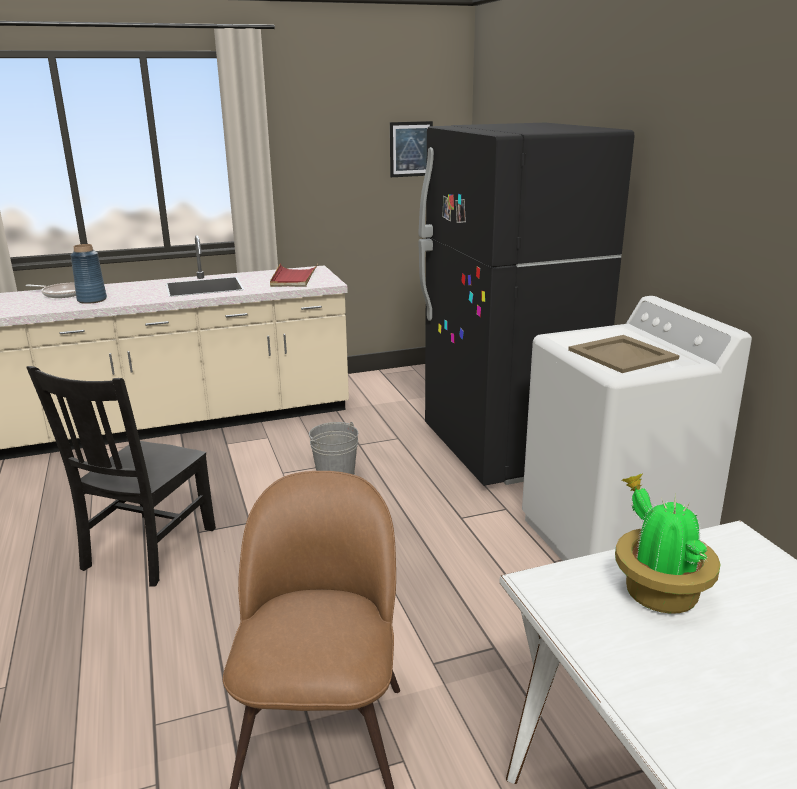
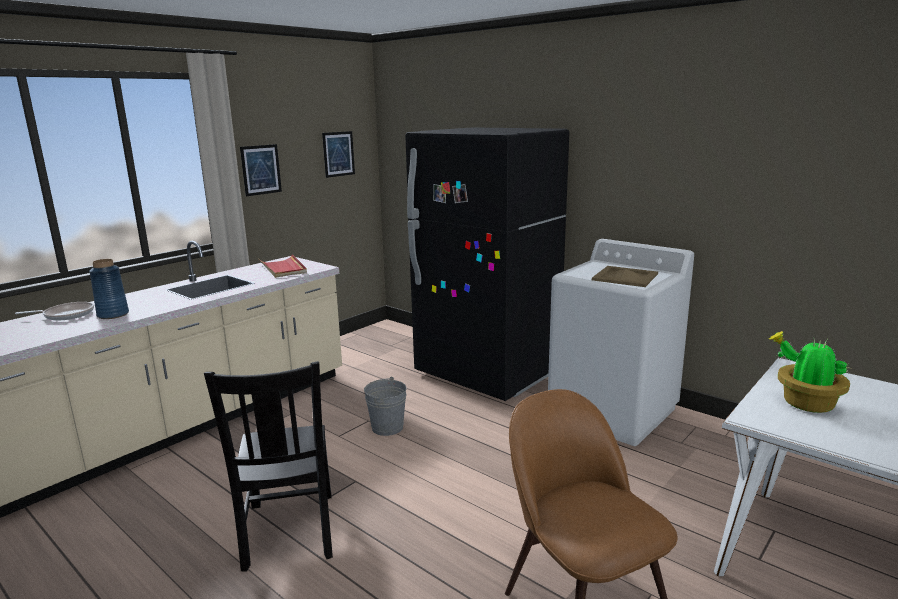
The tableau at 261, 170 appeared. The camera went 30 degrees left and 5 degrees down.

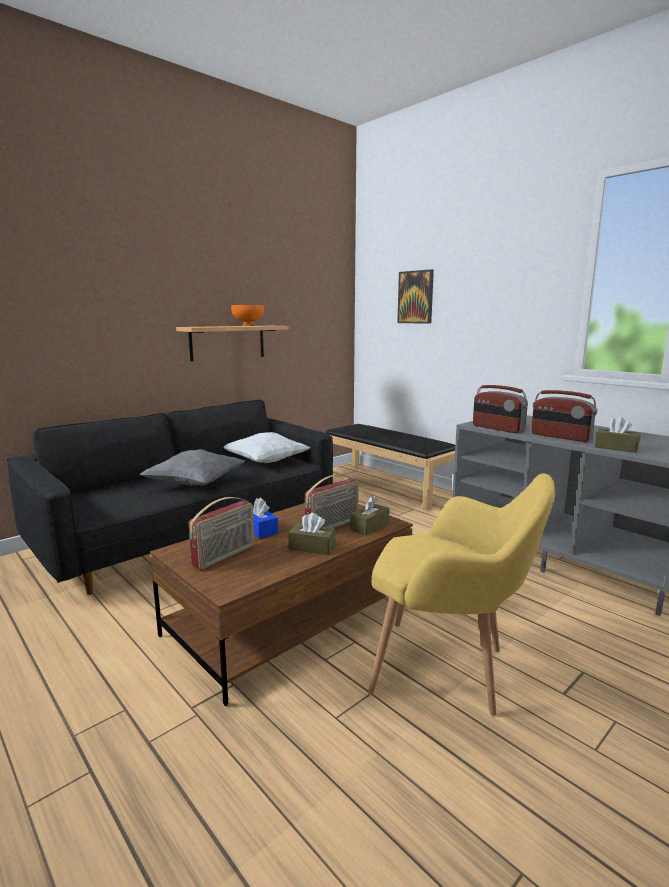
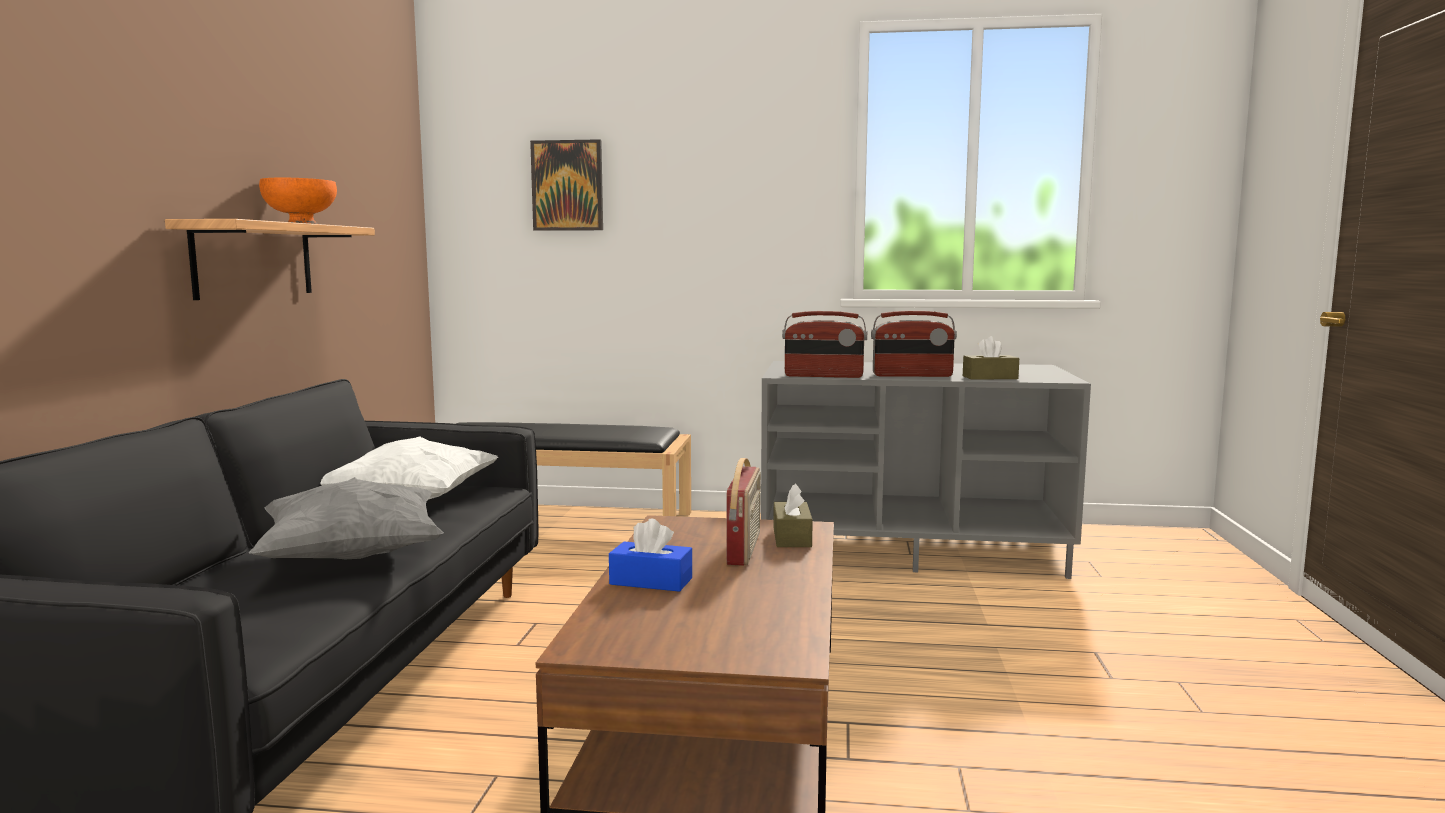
The radio at 221, 533 disappeared. The boîte à mouchoirs [marron] at 312, 534 disappeared. The fauteuil [jaune] at 462, 595 disappeared. The camera went 40 degrees left and 5 degrees down.

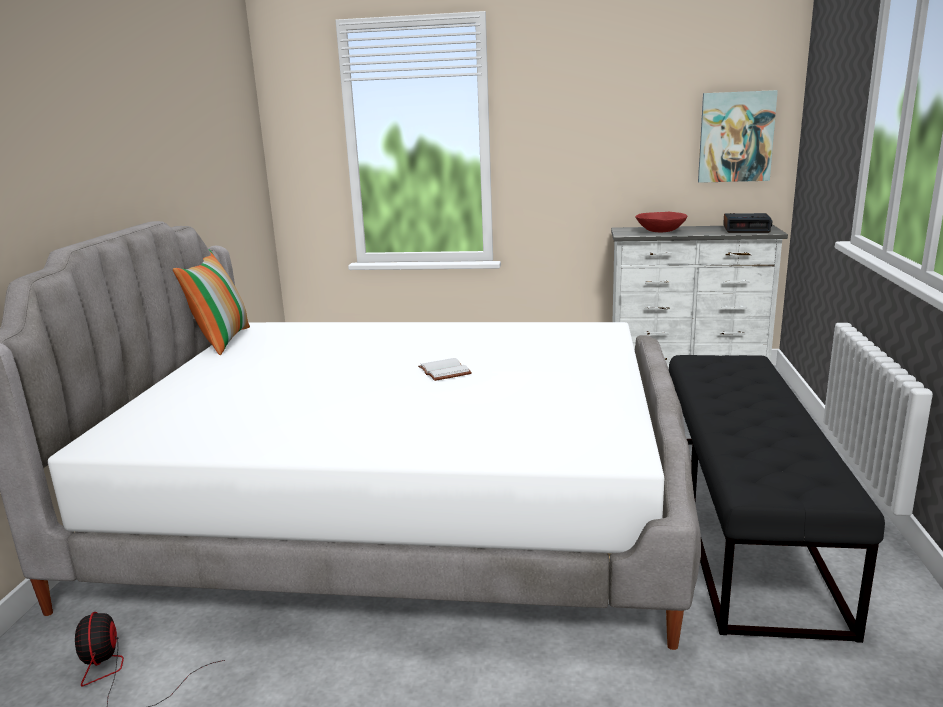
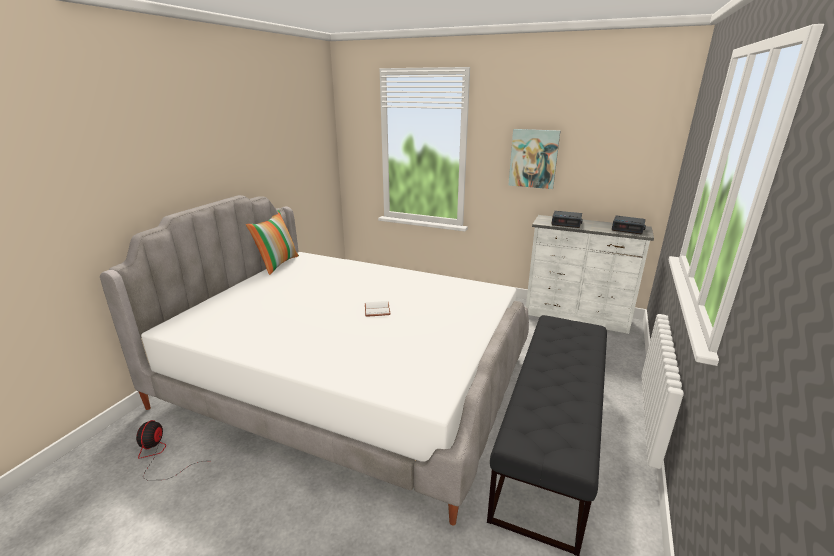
The tableau moved from 738, 136 to 534, 159. The bol [rouge] at 661, 222 was replaced by the réveil at 567, 219. The camera went 15 degrees right and 5 degrees up.

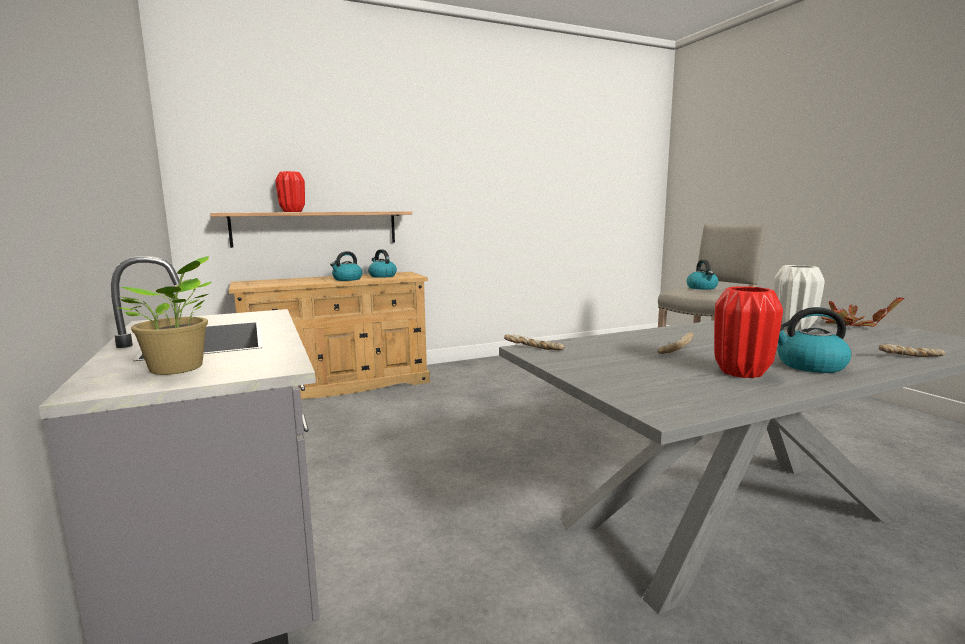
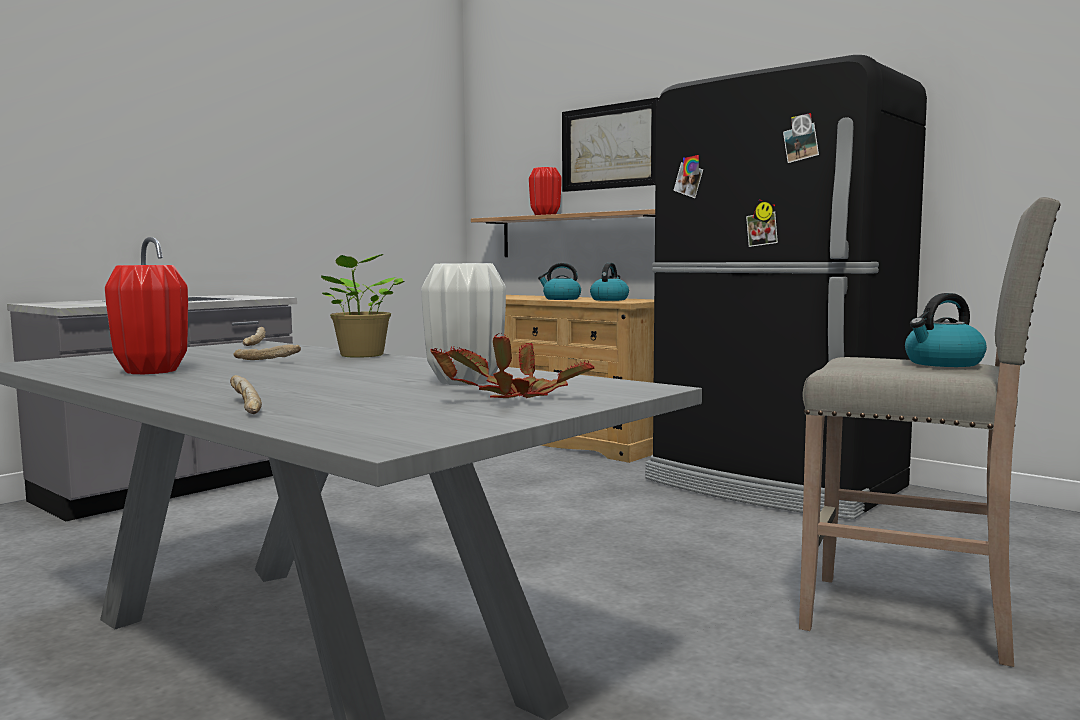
The plante en pot moved from 164, 315 to 363, 306. The tableau at 610, 145 appeared. The réfrigérateur [noir] at 786, 287 appeared. The bouilloire at 814, 340 disappeared. The camera went 65 degrees right and 5 degrees down.

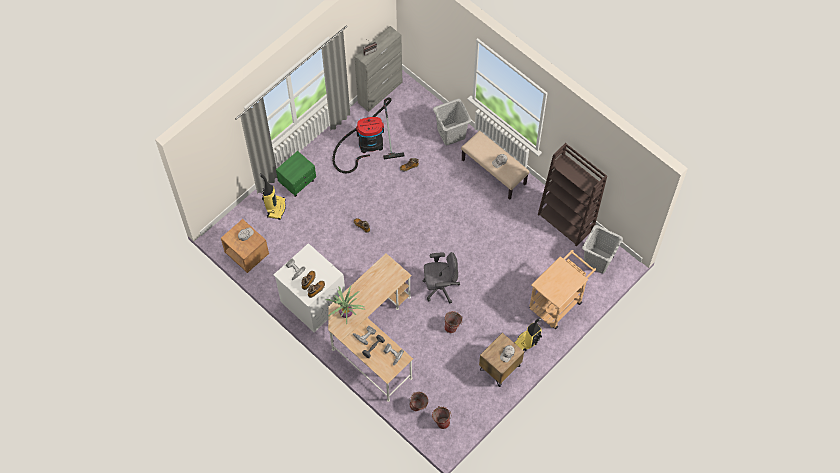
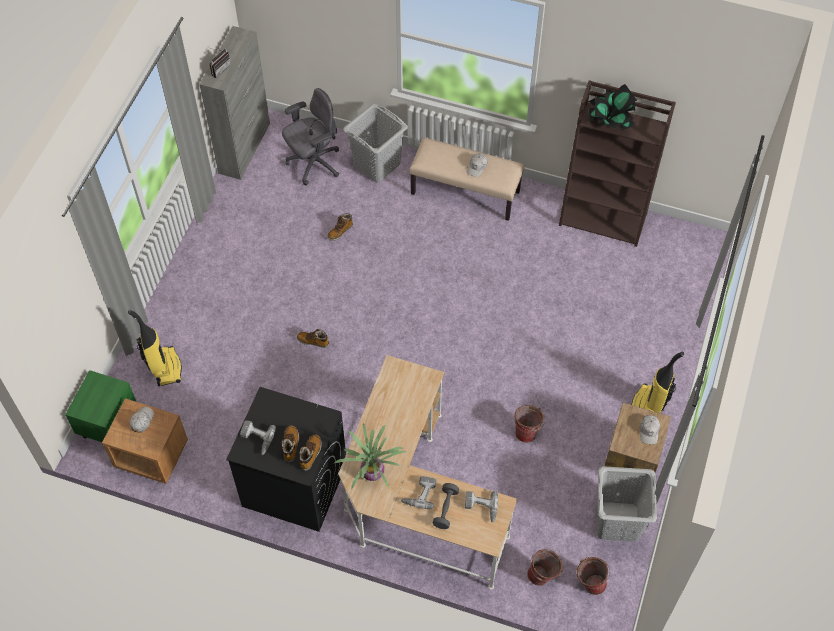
The table de chevet [vert] moved from 296, 174 to 100, 406. The lave-linge [blanc] at 309, 287 became the lave-linge [noir] at 286, 459. The chaise de bureau [gris] moved from 441, 277 to 310, 137. The plante en pot at 612, 107 appeared. The panier à linge [gris] moved from 602, 249 to 627, 504. The aspirateur at 368, 135 disappeared. The chariot [beige] at 562, 289 disappeared. The camera went 25 degrees left and 5 degrees down.

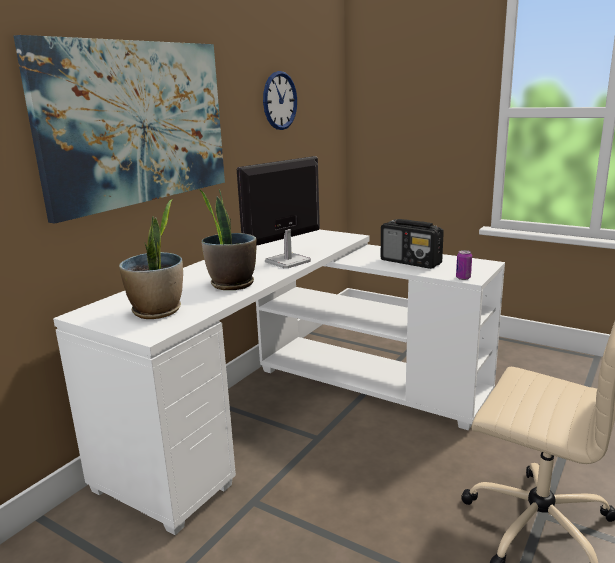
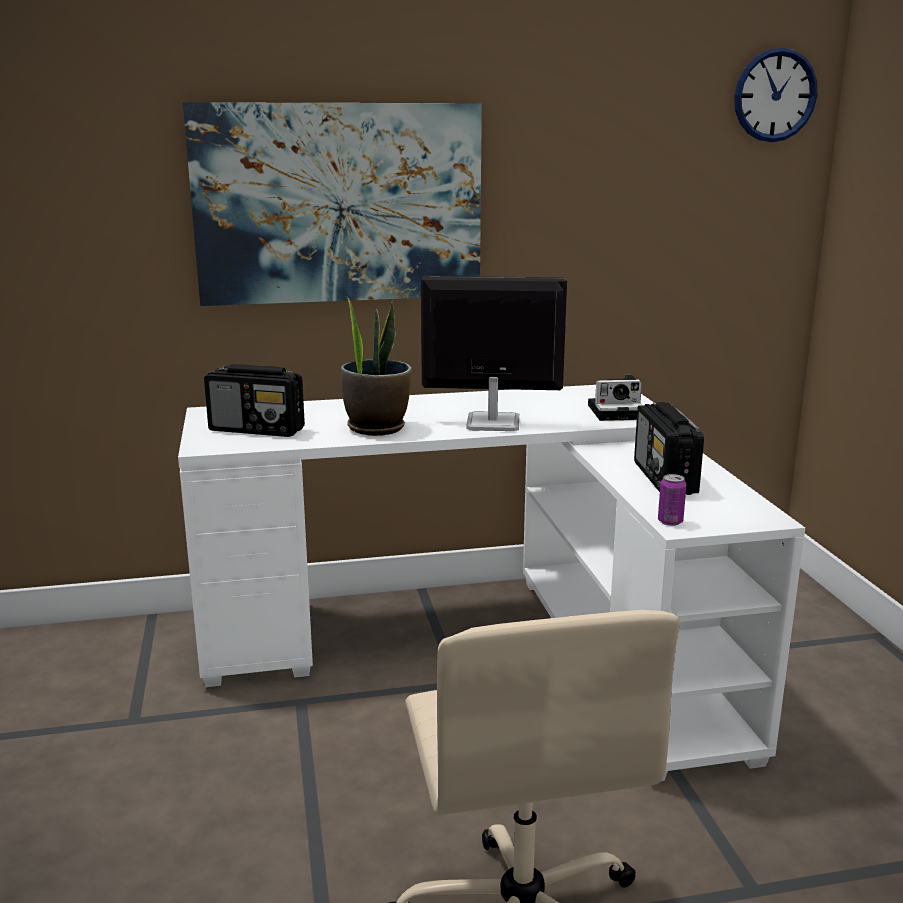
The plante en pot at 151, 259 was replaced by the radio at 254, 400. The appareil photo at 615, 398 appeared. The horloge murale moved from 280, 100 to 775, 95. The camera went 45 degrees right and 0 degrees up.

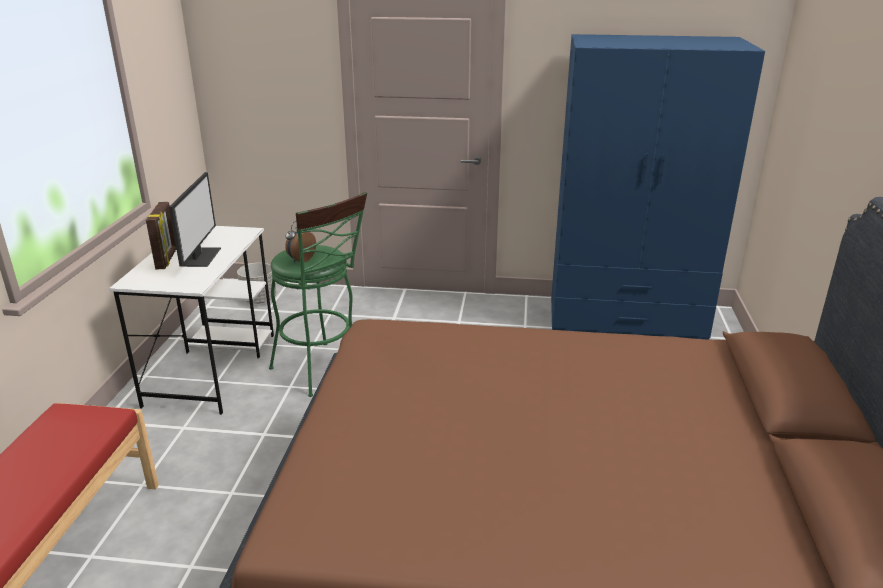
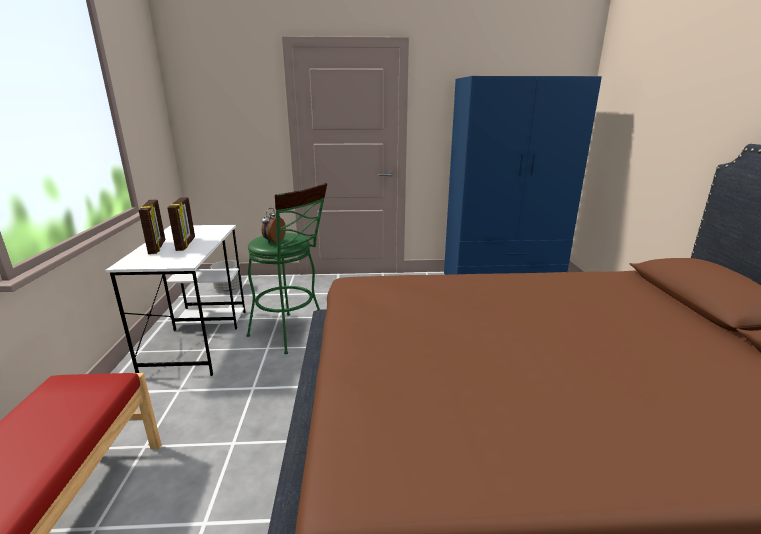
The écran d'ordinateur at 195, 219 was replaced by the cadre photo at 181, 224. The camera went 10 degrees left and 5 degrees down.

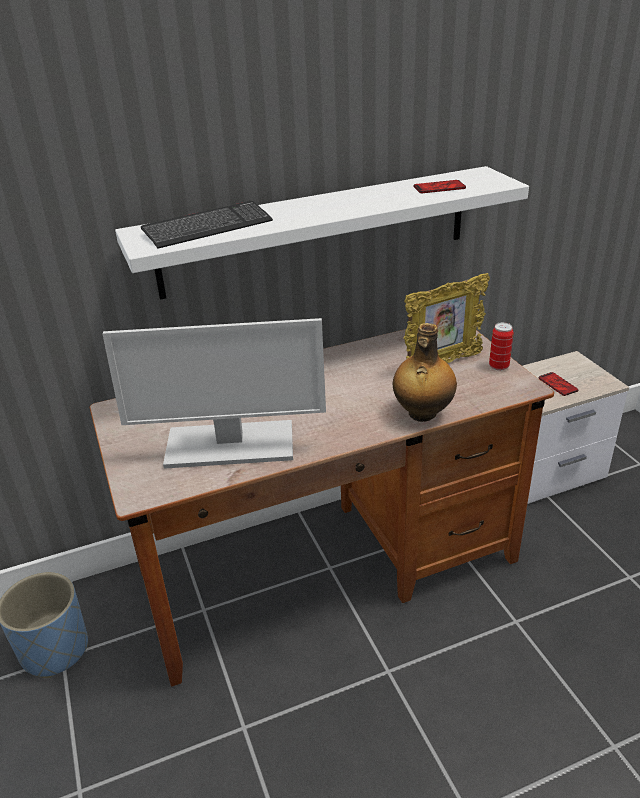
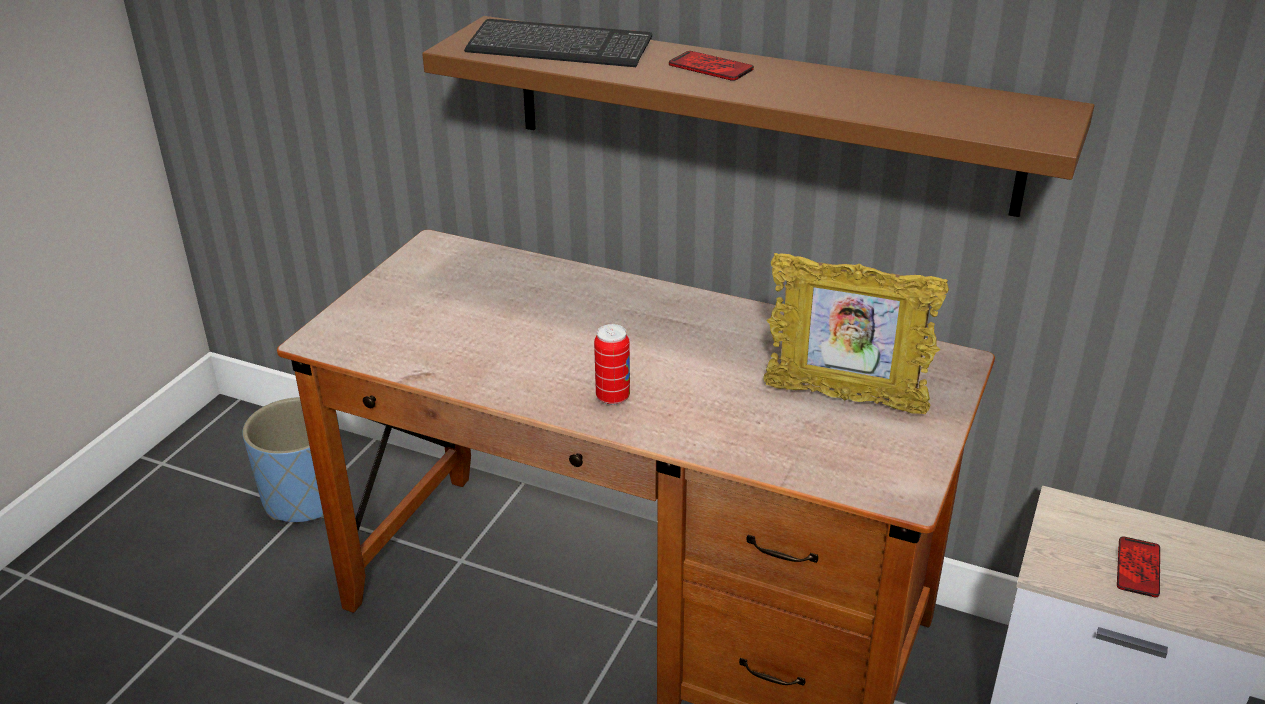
The étagère [blanc] at 322, 233 became the étagère [marron] at 758, 116. The boîte métallique moved from 501, 346 to 612, 364. The téléphone moved from 440, 186 to 711, 66. The écran d'ordinateur at 214, 393 disappeared. The bouteille at 425, 372 disappeared. The camera went 45 degrees right and 0 degrees up.

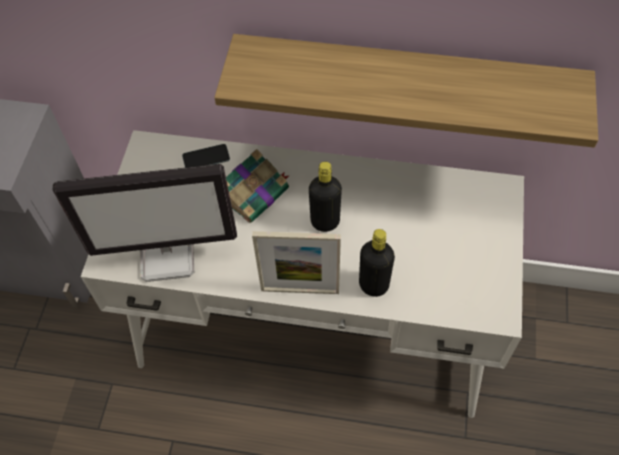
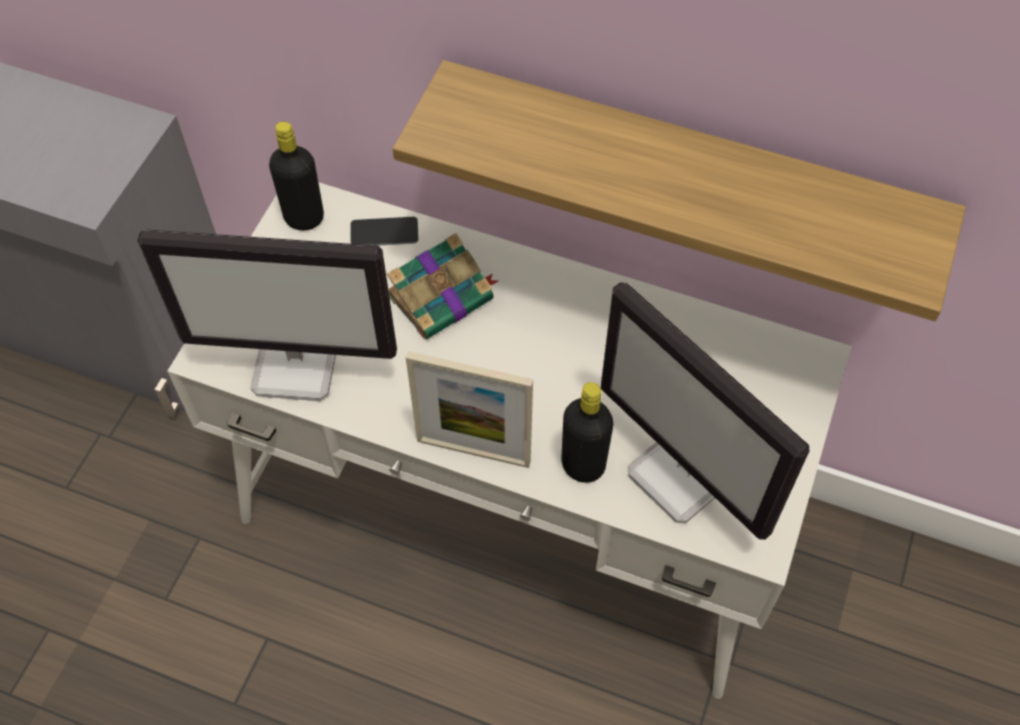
The bouteille [noir] moved from 325, 197 to 296, 176. The écran d'ordinateur at 705, 411 appeared. The camera went 10 degrees right and 0 degrees up.

